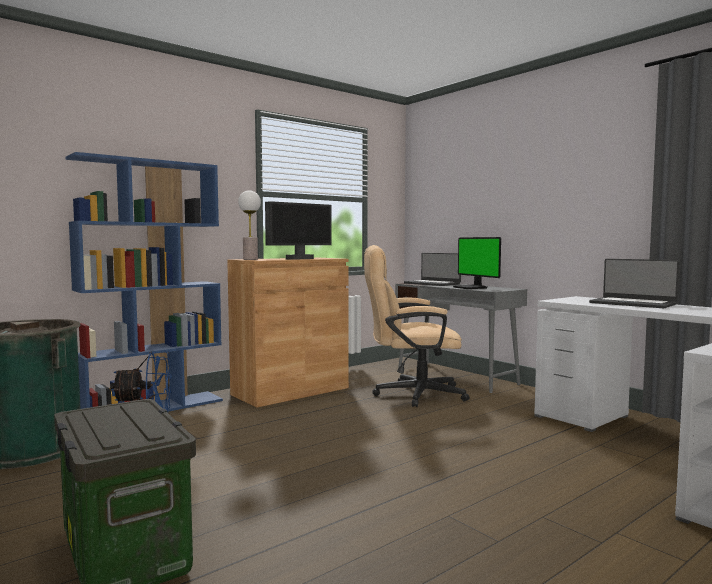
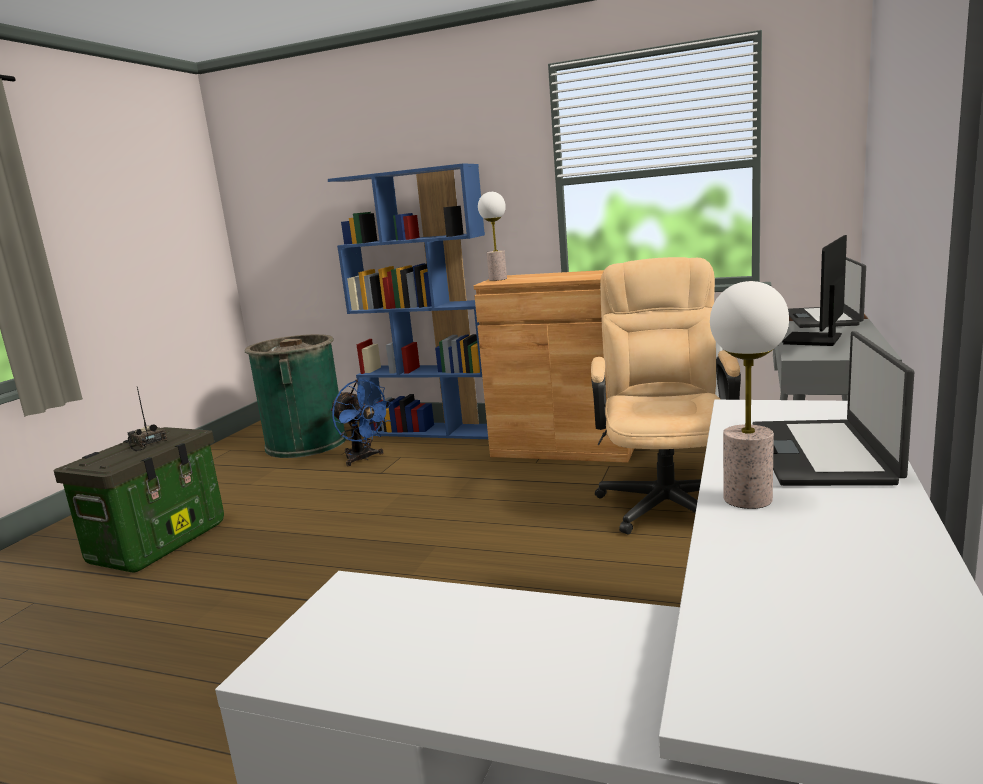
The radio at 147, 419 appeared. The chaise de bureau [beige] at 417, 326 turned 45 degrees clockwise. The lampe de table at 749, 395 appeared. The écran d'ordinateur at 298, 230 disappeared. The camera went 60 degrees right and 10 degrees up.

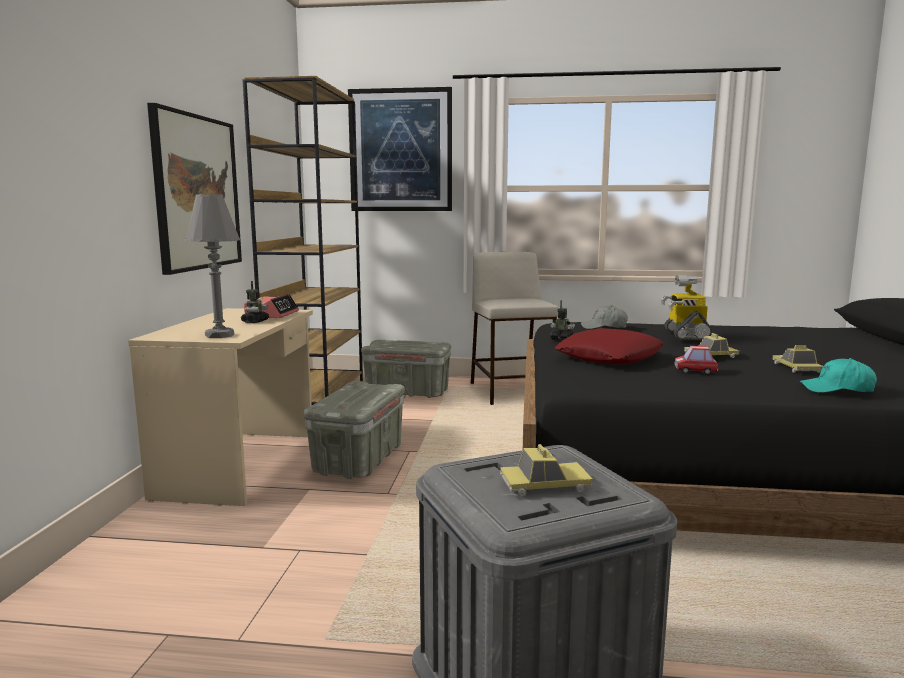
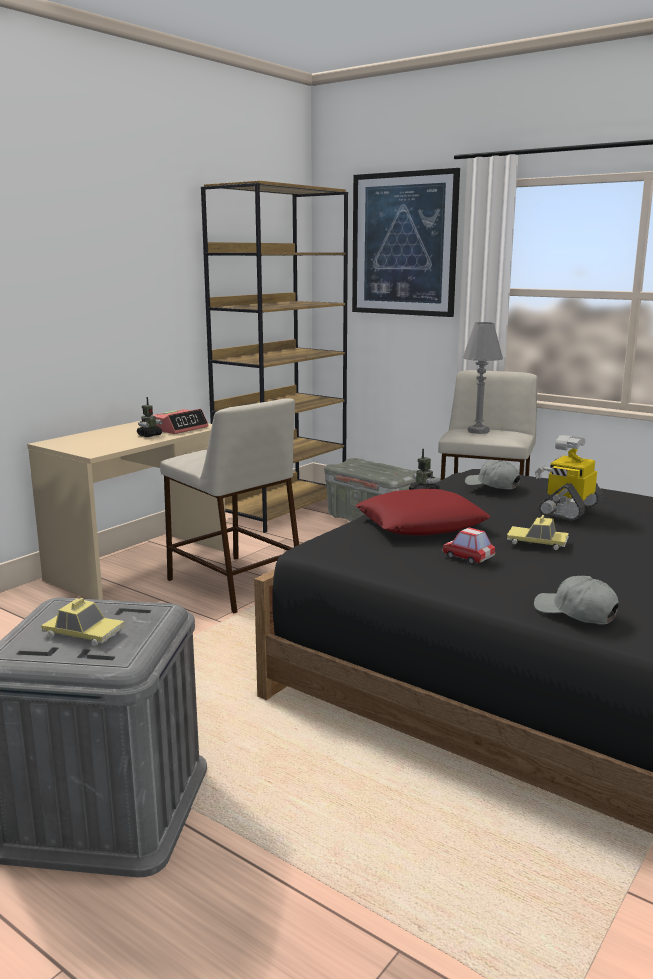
The boîte de rangement [gris] at 354, 430 was replaced by the tabouret [beige] at 229, 506. The lampe de table [gris] moved from 212, 266 to 482, 378. The casquette [turquoise] at 838, 375 became the casquette [gris] at 576, 600. The tableau at 194, 189 disappeared. The petite voiture at 798, 359 disappeared. The camera went 30 degrees right and 5 degrees up.

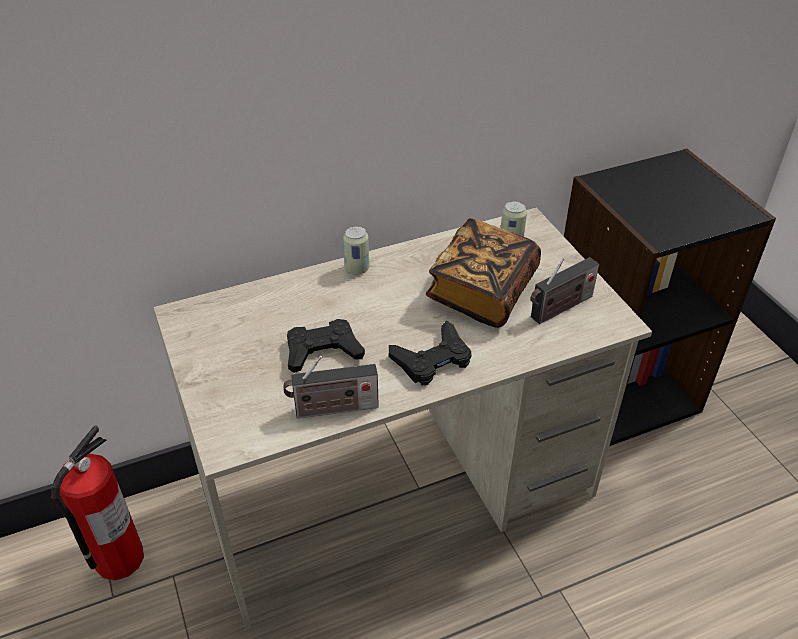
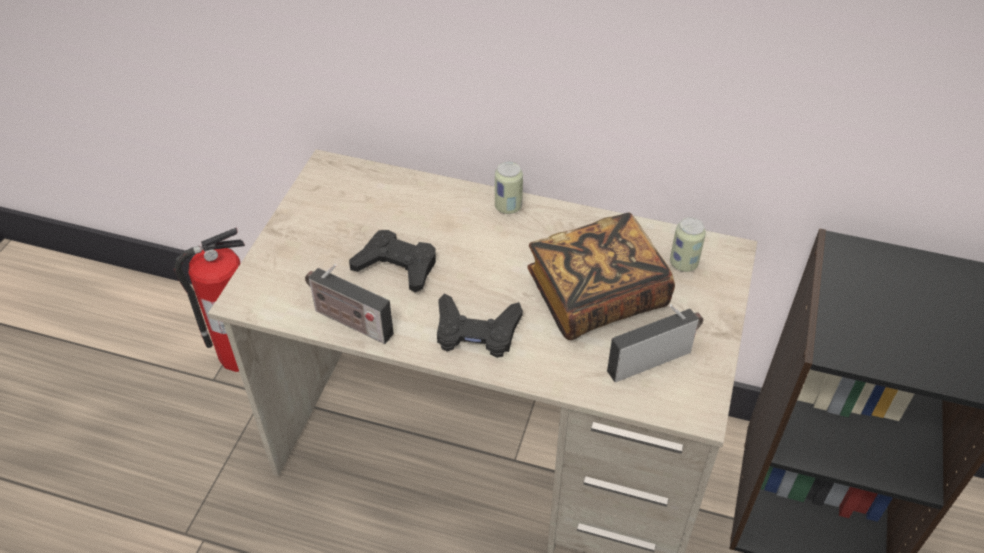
The radio at 564, 290 turned 150 degrees clockwise. The camera went 40 degrees right and 5 degrees up.

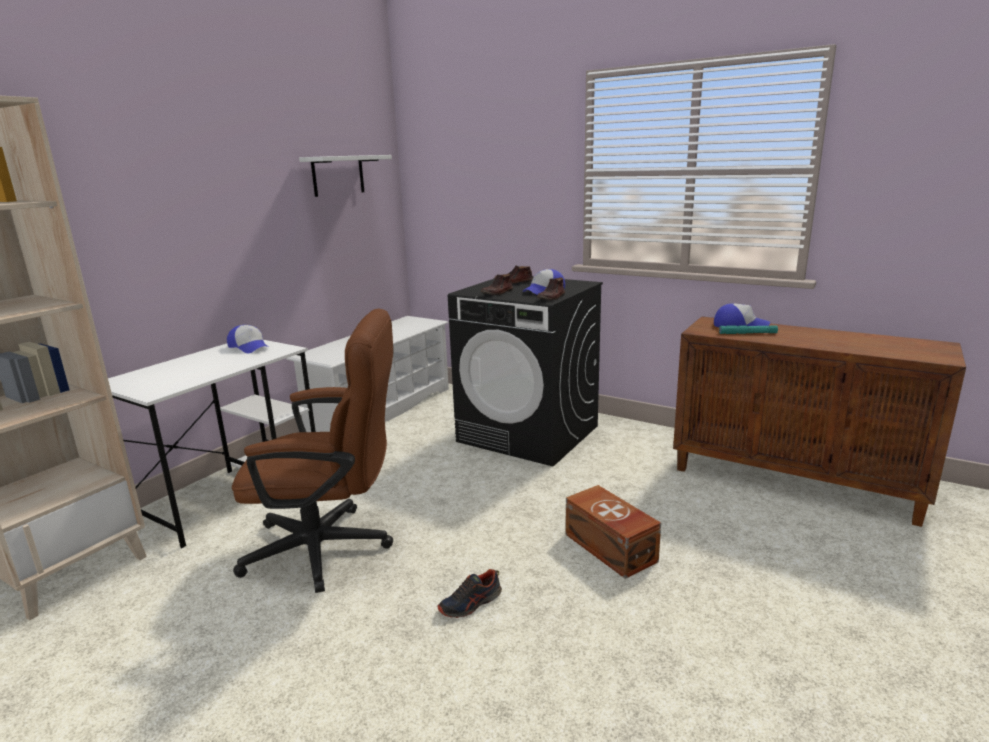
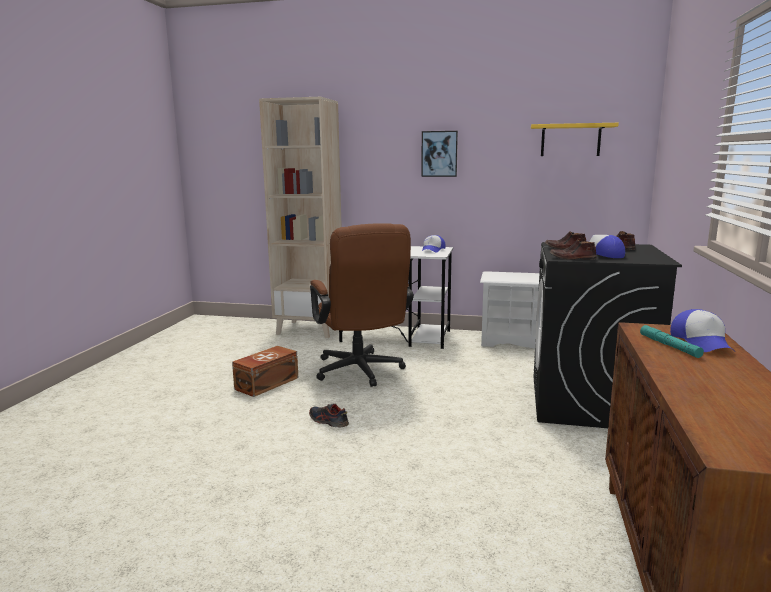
The boîte de rangement [marron] moved from 613, 532 to 265, 371. The tableau at 439, 154 appeared. The étagère [blanc] at 345, 176 became the étagère [jaune] at 575, 139. The camera went 70 degrees right and 5 degrees down.

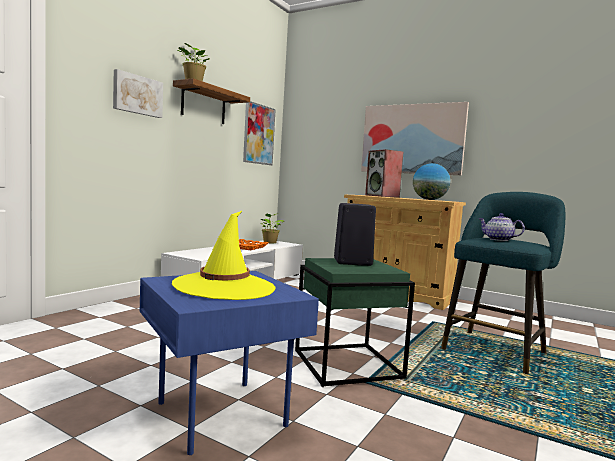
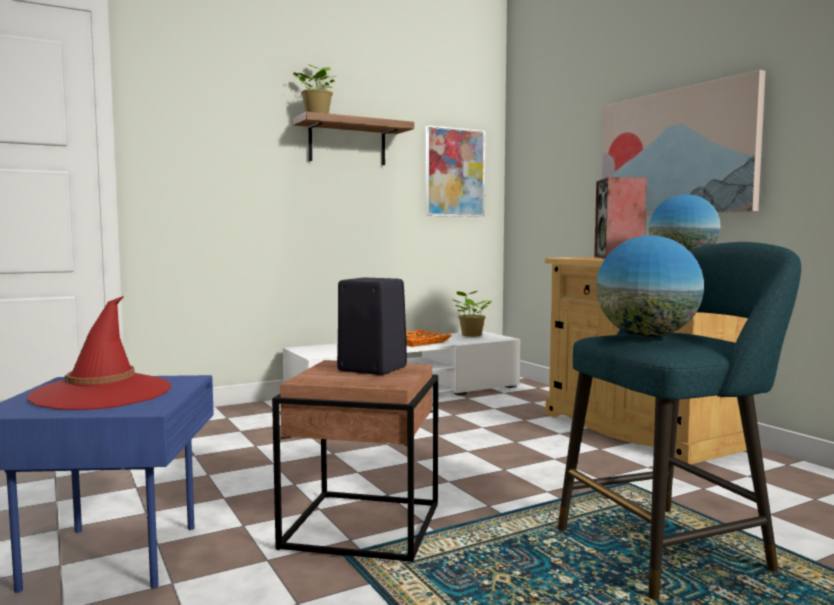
The chapeau [jaune] at 224, 255 became the chapeau [rouge] at 99, 353. The table d'appoint [vert] at 355, 322 became the table d'appoint [marron] at 355, 461. The théière at 501, 227 was replaced by the globe at 650, 286. The tableau at 138, 93 disappeared. The camera went 30 degrees right and 0 degrees up.

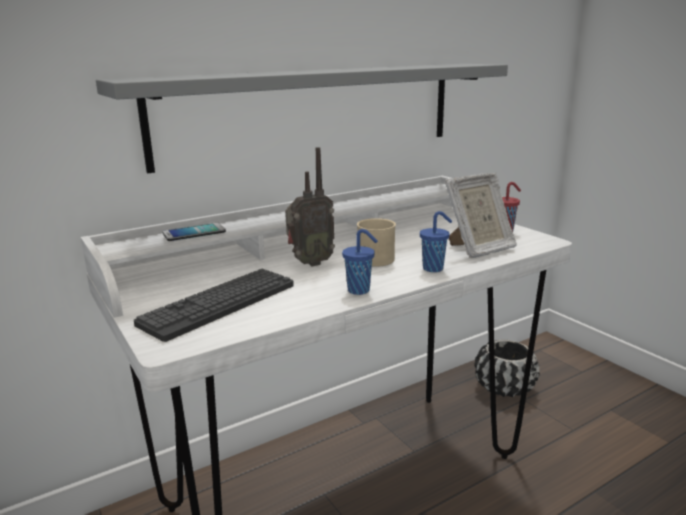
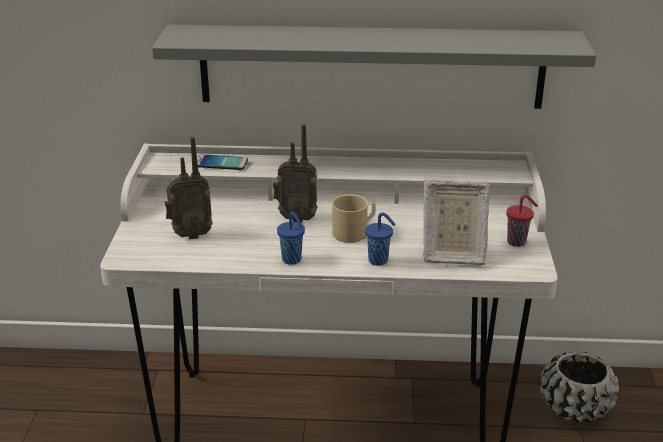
The clavier at 214, 305 was replaced by the radio at 189, 188. The camera went 35 degrees right and 10 degrees up.

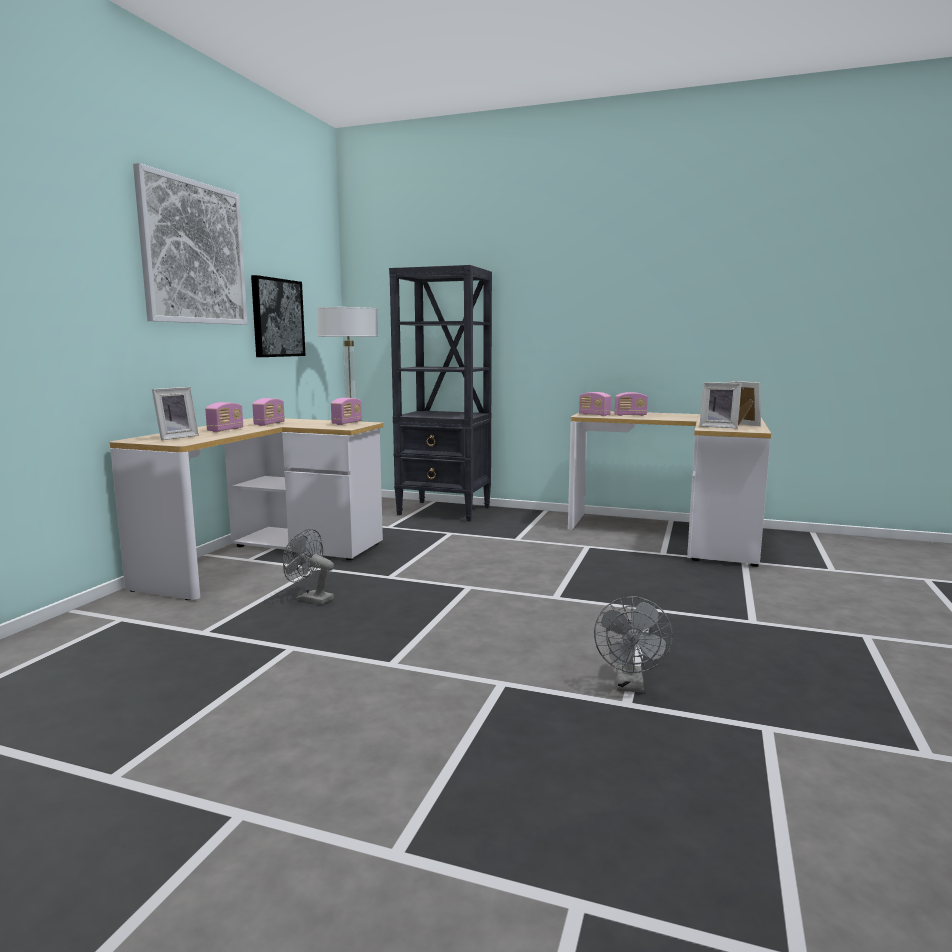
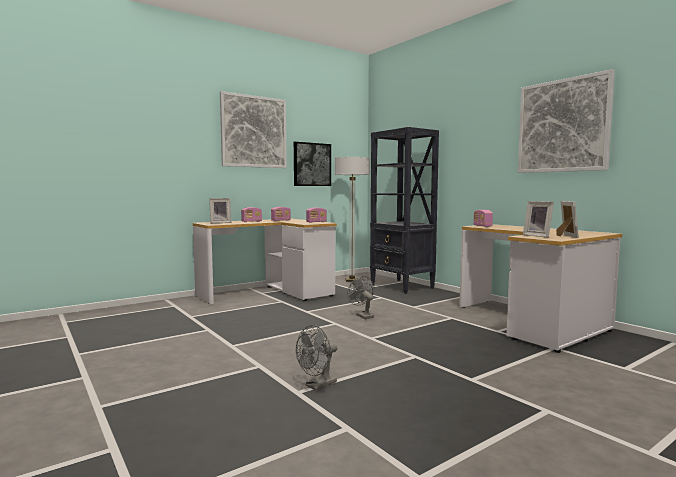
The ventilateur [gris] moved from 308, 567 to 360, 297. The tableau at 566, 121 appeared. The radio at 631, 404 disappeared. The camera went 35 degrees right and 5 degrees down.

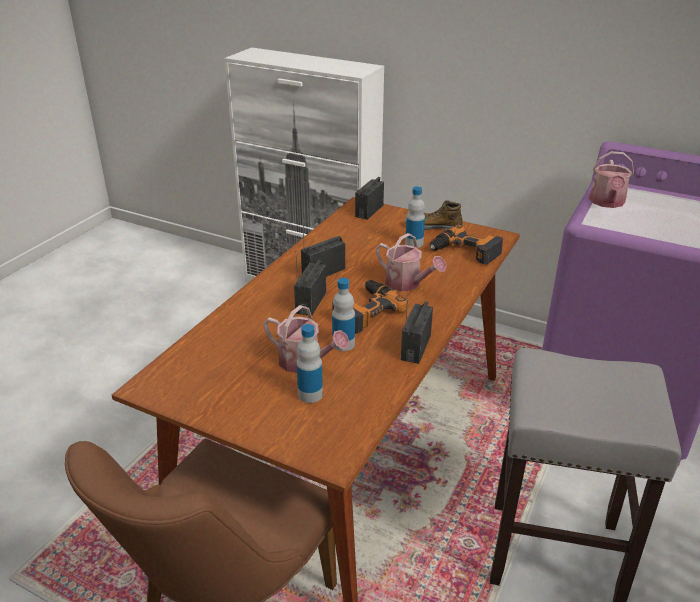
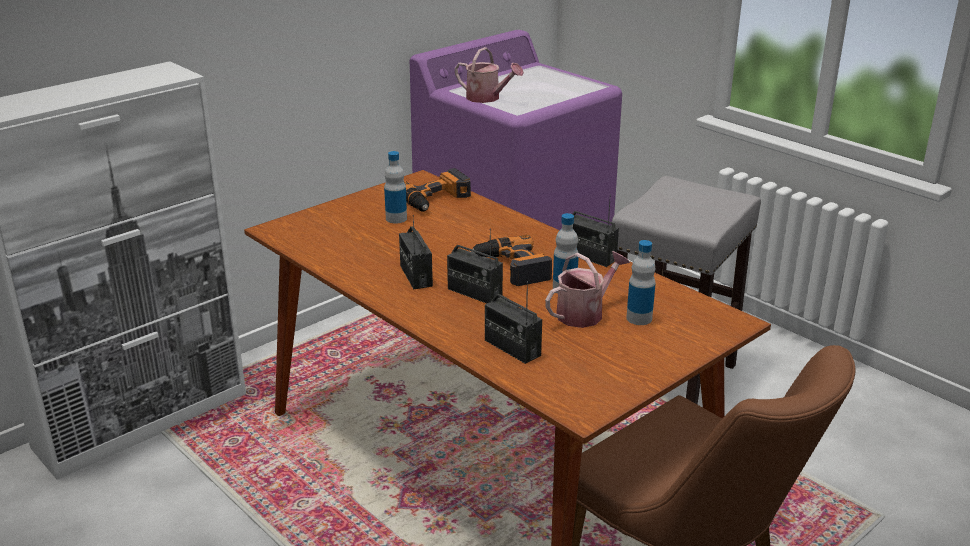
The radio moved from 369, 192 to 513, 323. The arrosoir at 411, 262 disappeared. The chaussure at 434, 215 disappeared. The camera went 70 degrees left and 5 degrees down.

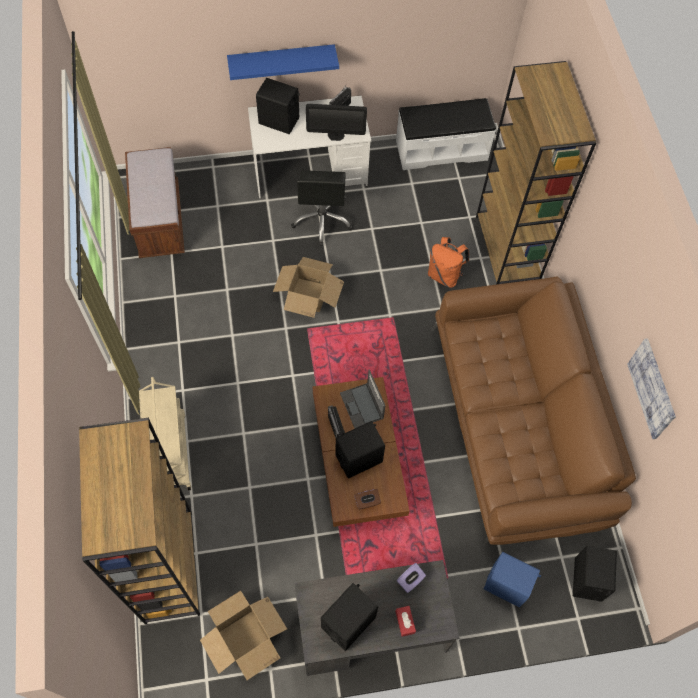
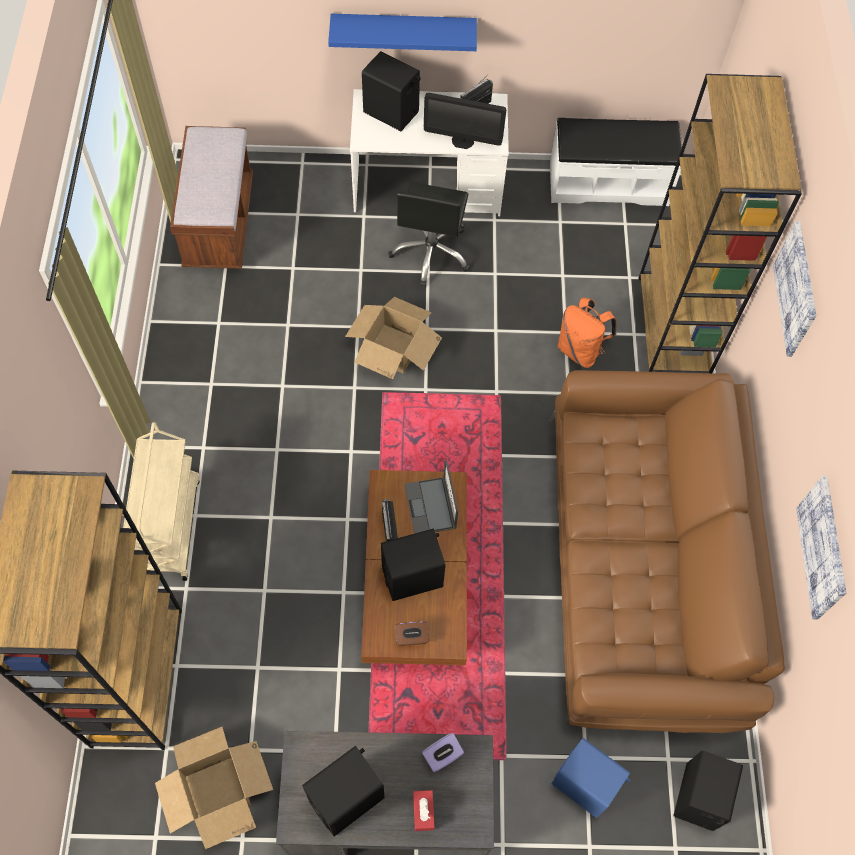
The tableau at 794, 289 appeared. The camera went 10 degrees right and 0 degrees up.

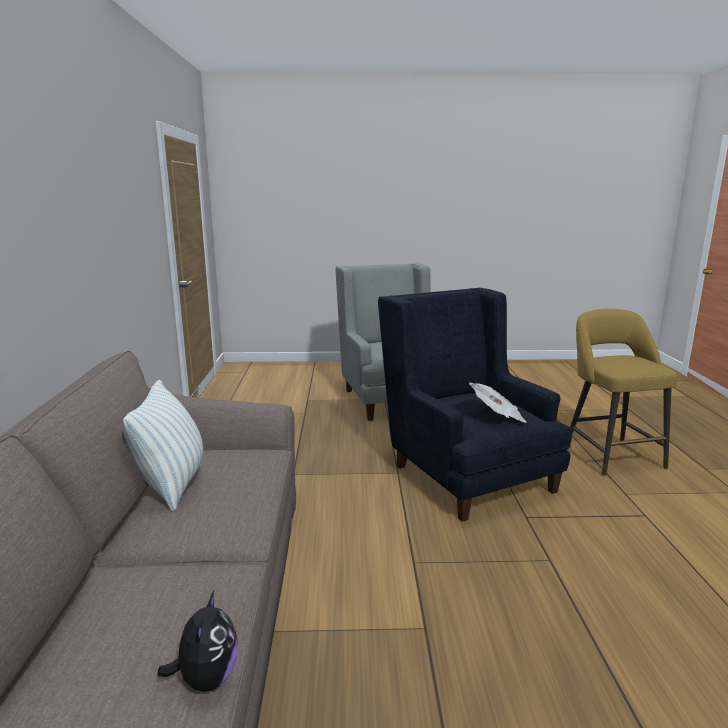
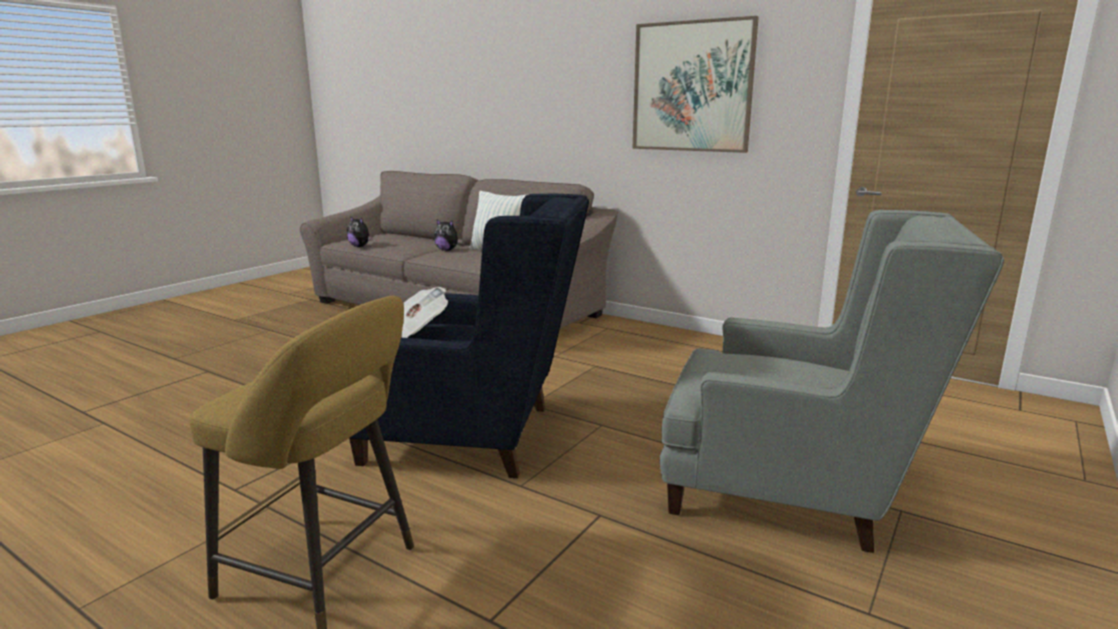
The peluche at 448, 235 appeared. The tableau at 696, 84 appeared. The camera went 125 degrees right and 0 degrees up.

